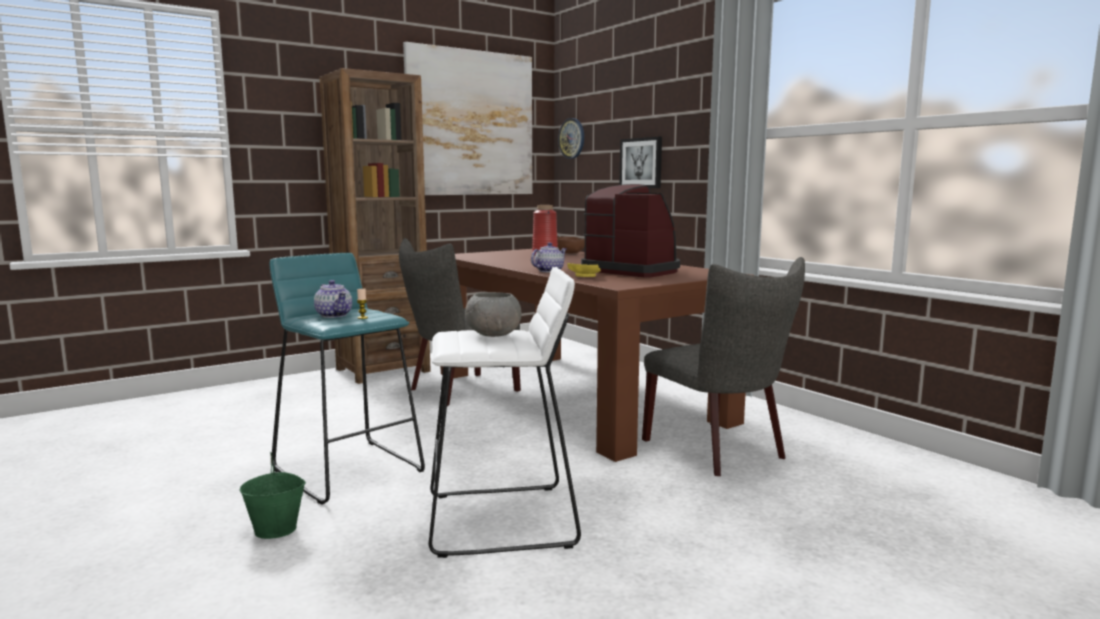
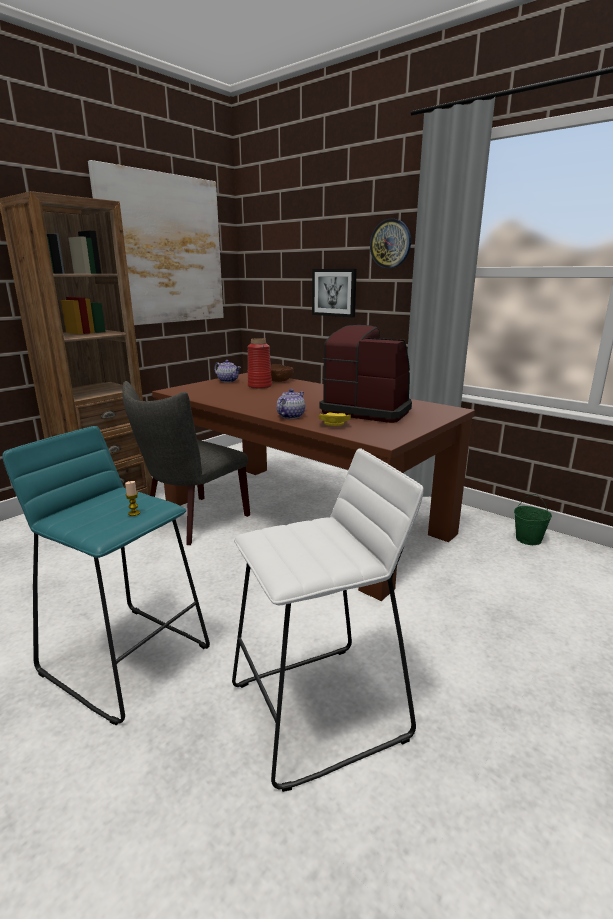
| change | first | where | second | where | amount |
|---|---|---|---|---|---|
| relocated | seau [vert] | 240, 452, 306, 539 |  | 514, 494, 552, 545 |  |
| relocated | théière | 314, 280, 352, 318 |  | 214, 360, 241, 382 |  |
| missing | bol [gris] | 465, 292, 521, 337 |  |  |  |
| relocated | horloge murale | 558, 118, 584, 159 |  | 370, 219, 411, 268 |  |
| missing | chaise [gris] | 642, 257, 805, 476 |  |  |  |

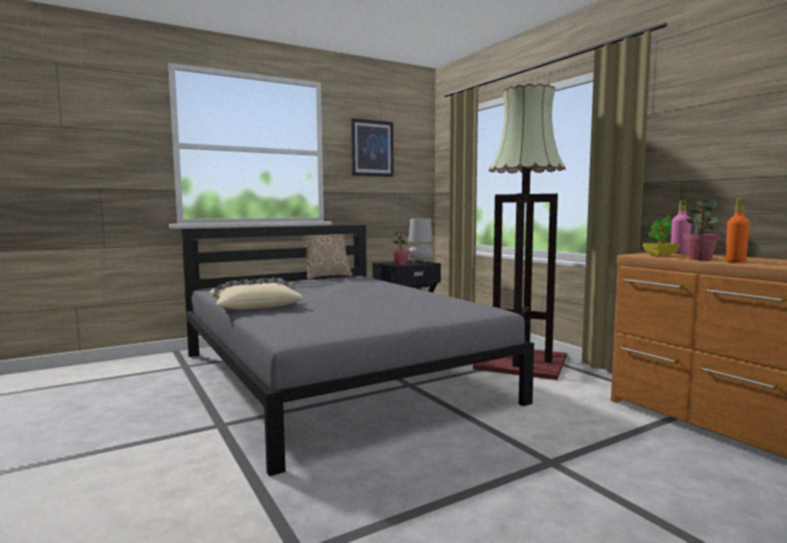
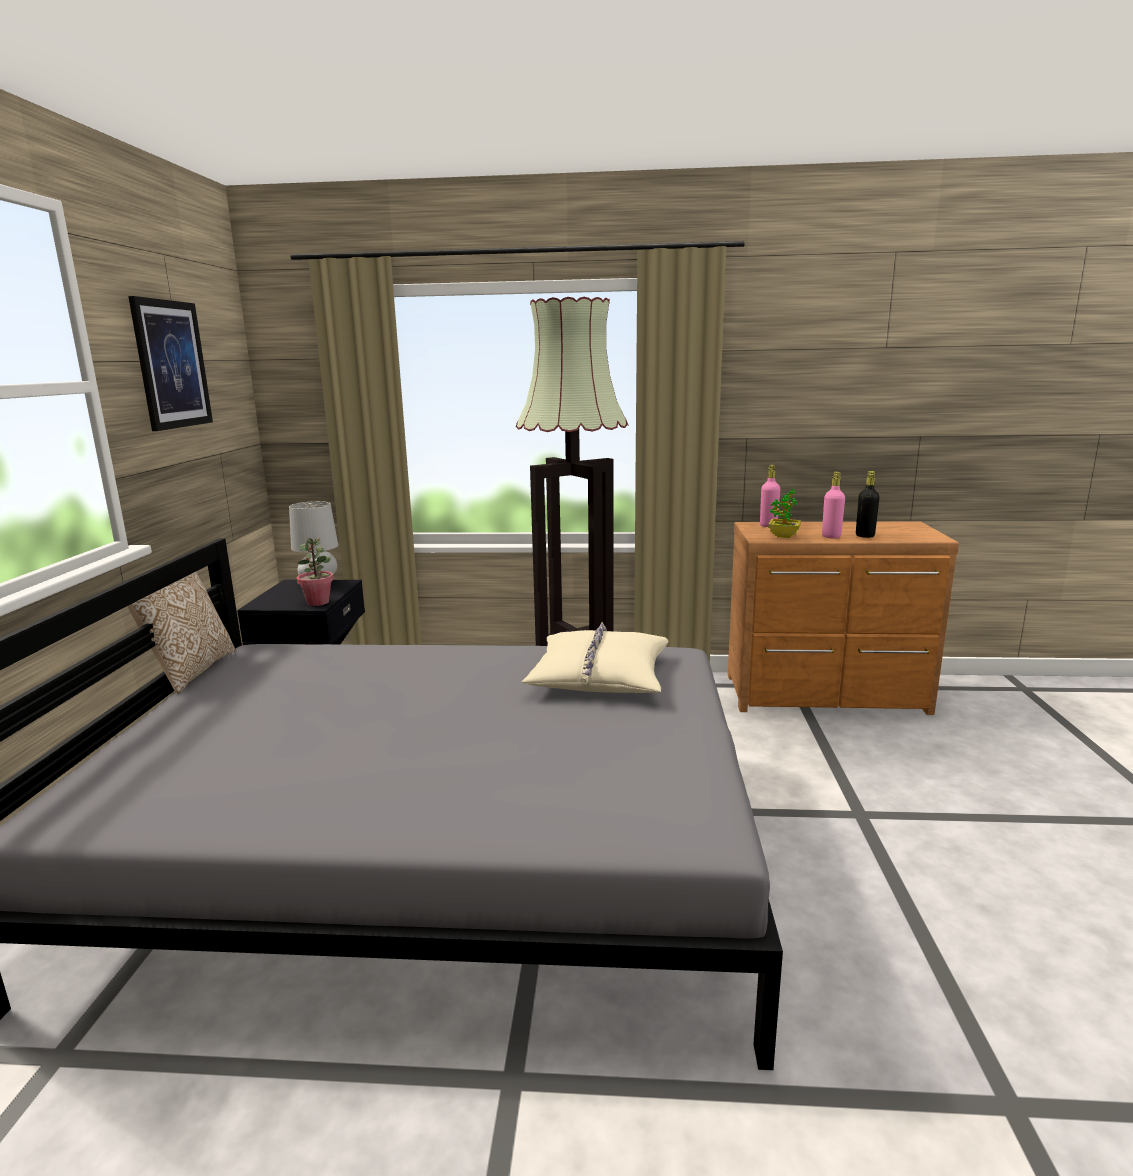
| change | first | where | second | where | amount |
|---|---|---|---|---|---|
| relocated | coussin [beige] | 210, 278, 303, 310 |  | 521, 622, 668, 693 |  |
| exchanged | plante en pot | 684, 199, 720, 260 | bouteille [rose] | 822, 472, 845, 538 |  |
| colour | bouteille [orange] | 725, 198, 750, 263 | bouteille [noir] | 856, 471, 880, 538 |  |

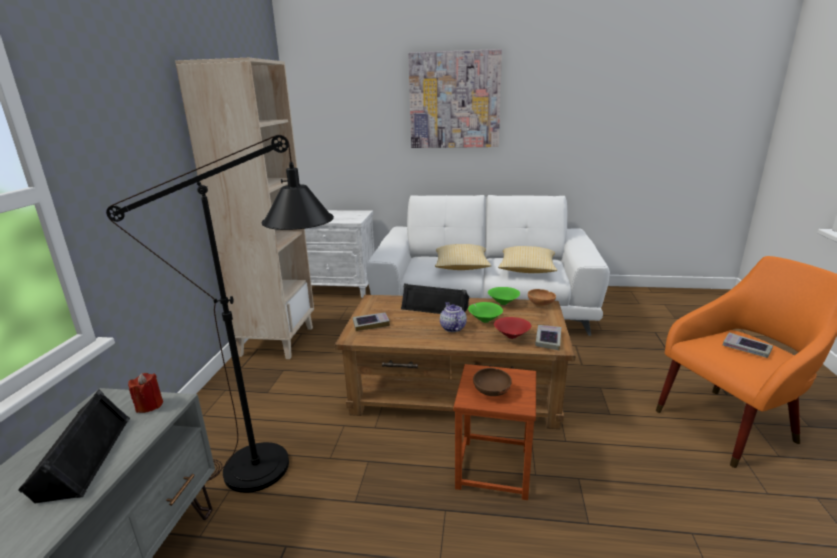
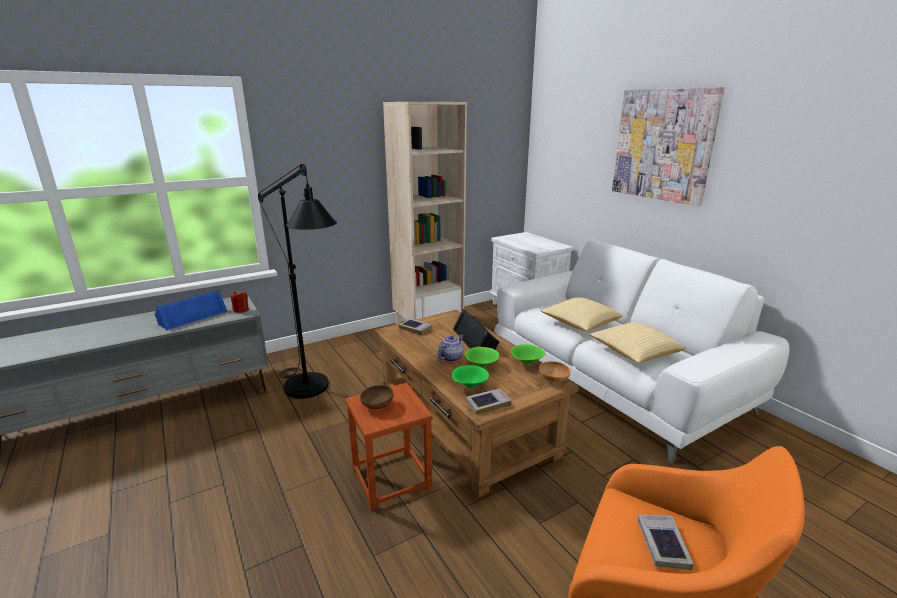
| change | first | where | second | where | amount |
|---|---|---|---|---|---|
| colour | enceinte [noir] | 18, 390, 130, 504 | enceinte [bleu] | 154, 290, 228, 330 |  |
| colour | bol [rouge] | 494, 317, 532, 339 | bol [vert] | 452, 365, 489, 388 |  |

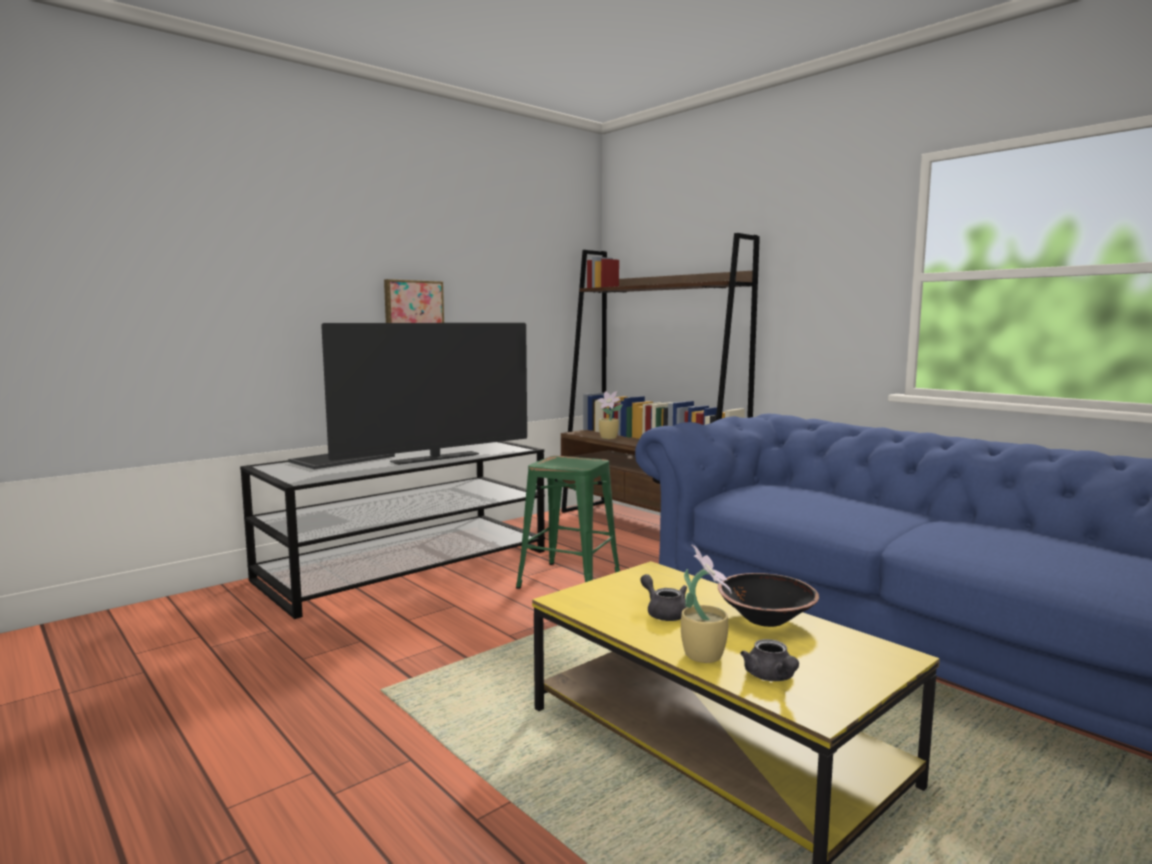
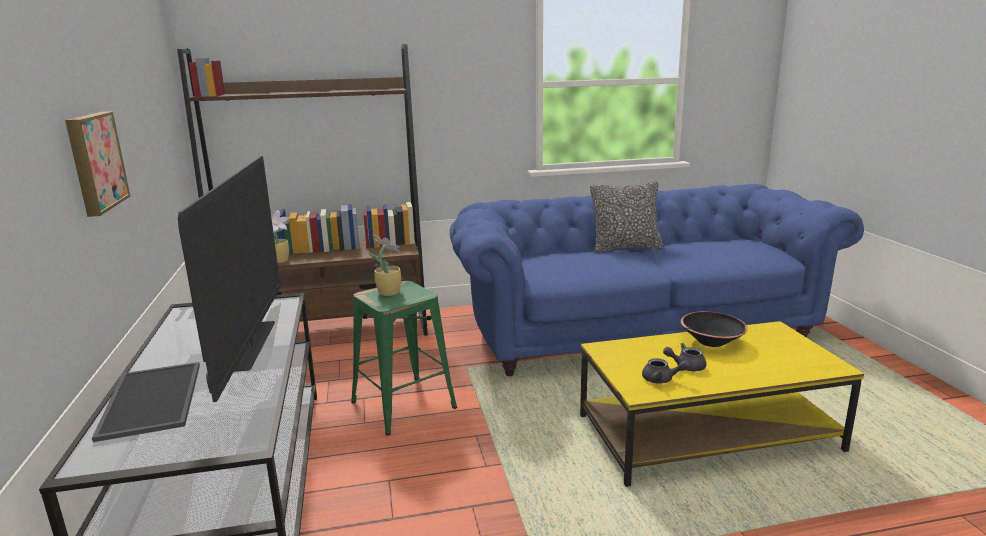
| change | first | where | second | where | amount |
|---|---|---|---|---|---|
| relocated | plante en pot | 681, 545, 732, 663 |  | 368, 234, 401, 296 |  |
| relocated | théière [gris] | 740, 639, 799, 681 |  | 642, 358, 690, 384 |  |
| appeared |  |  | coussin | 590, 181, 663, 253 |  |

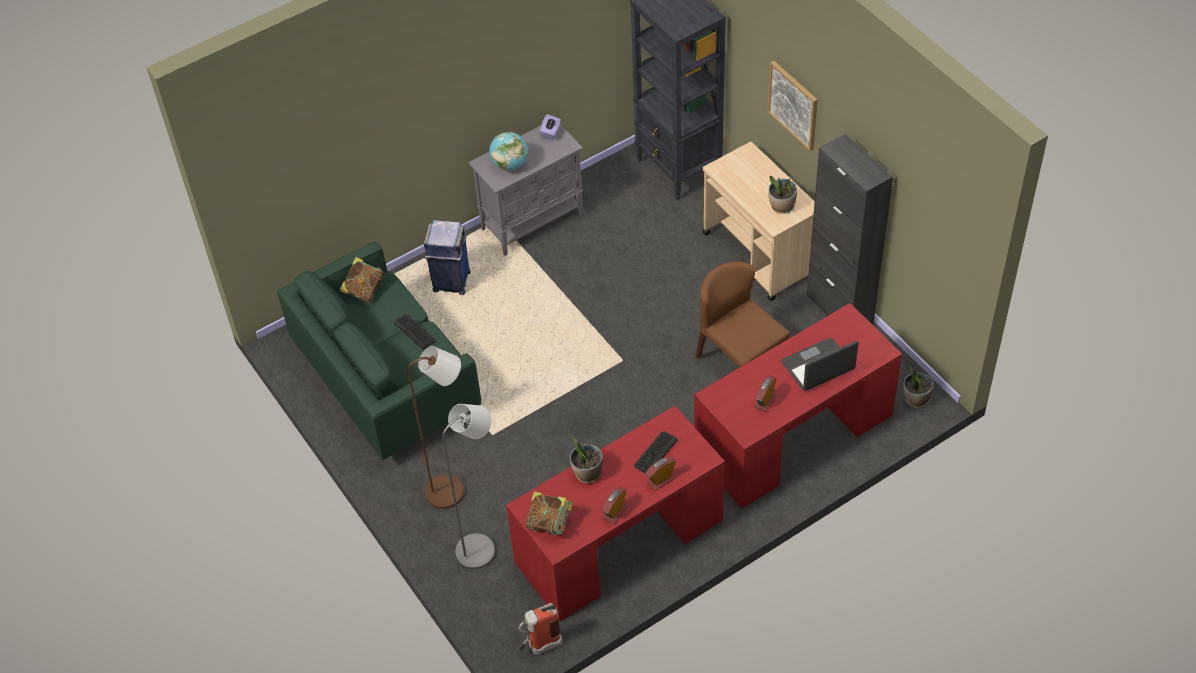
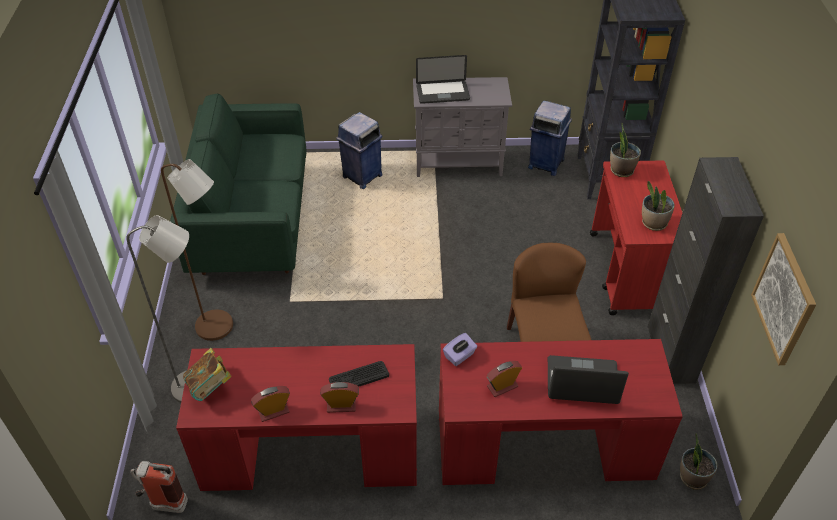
| change | first | where | second | where | amount |
|---|---|---|---|---|---|
| missing | livre | 340, 257, 384, 303 |  |  |  |
| missing | clavier | 394, 314, 435, 350 |  |  |  |
| exchanged | globe | 489, 132, 528, 171 | ordinateur portable | 416, 55, 470, 104 |  |
| relocated | boîte à mouchoirs [violet] | 540, 114, 561, 140 |  | 443, 333, 477, 366 |  |
| relocated | plante en pot | 570, 435, 603, 483 |  | 610, 124, 641, 177 |  |
| colour | chariot [beige] | 702, 142, 815, 301 | chariot [rouge] | 590, 160, 682, 315 |  |
| relocated | tableau | 768, 60, 818, 151 |  | 751, 233, 816, 365 |  |
| appeared |  |  | poubelle [bleu] | 528, 101, 572, 176 |  |

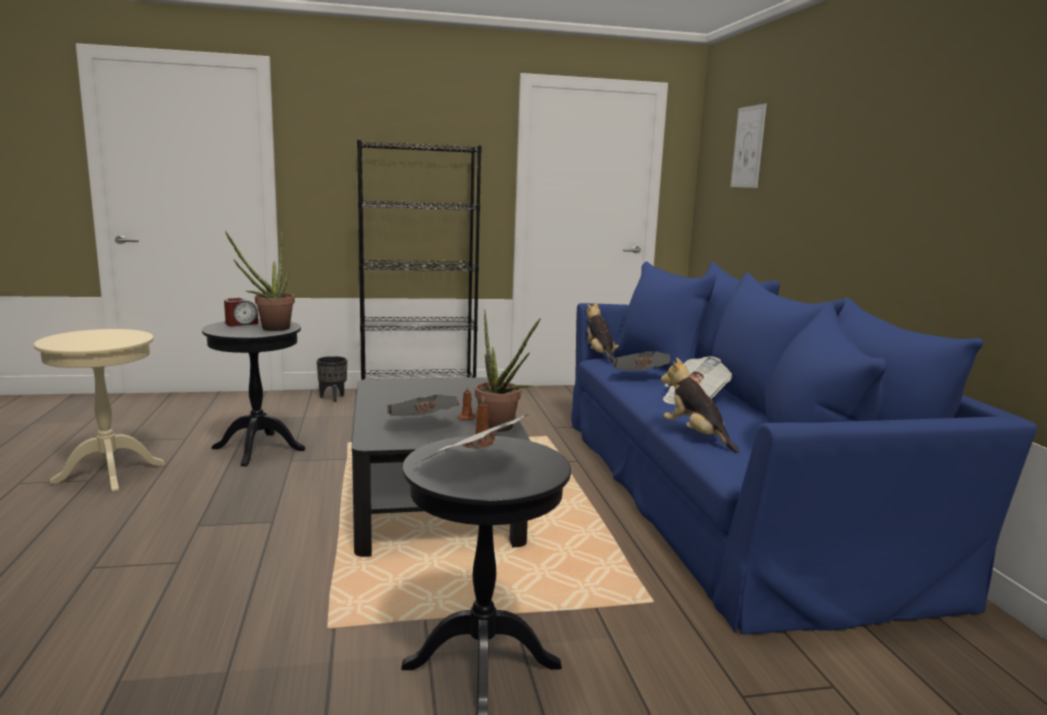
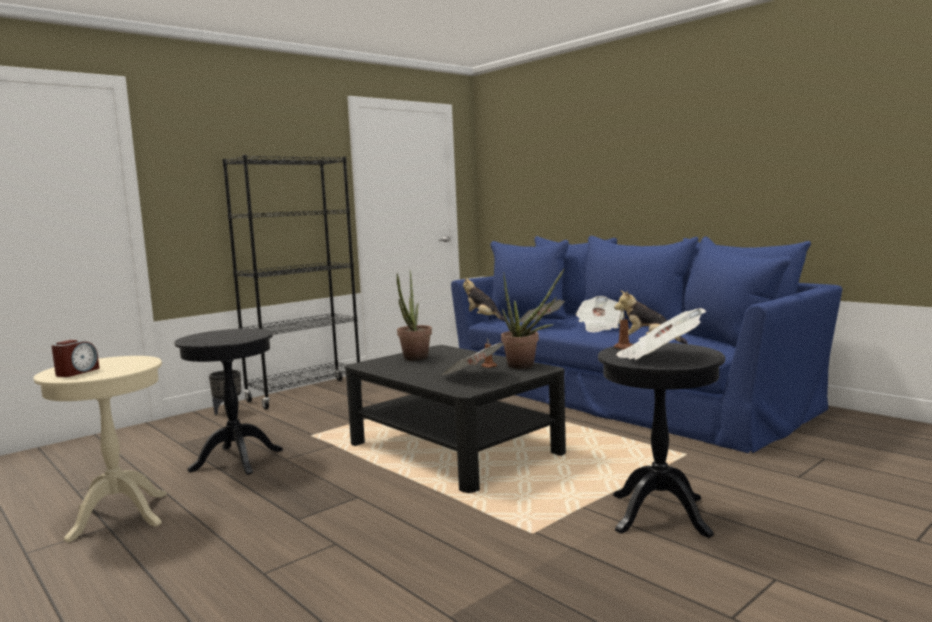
| change | first | where | second | where | amount |
|---|---|---|---|---|---|
| relocated | réveil | 224, 298, 258, 326 |  | 51, 340, 100, 377 |  |
| relocated | plante en pot | 225, 231, 295, 331 |  | 397, 270, 432, 361 |  |
| missing | tableau | 731, 104, 767, 188 |  |  |  |

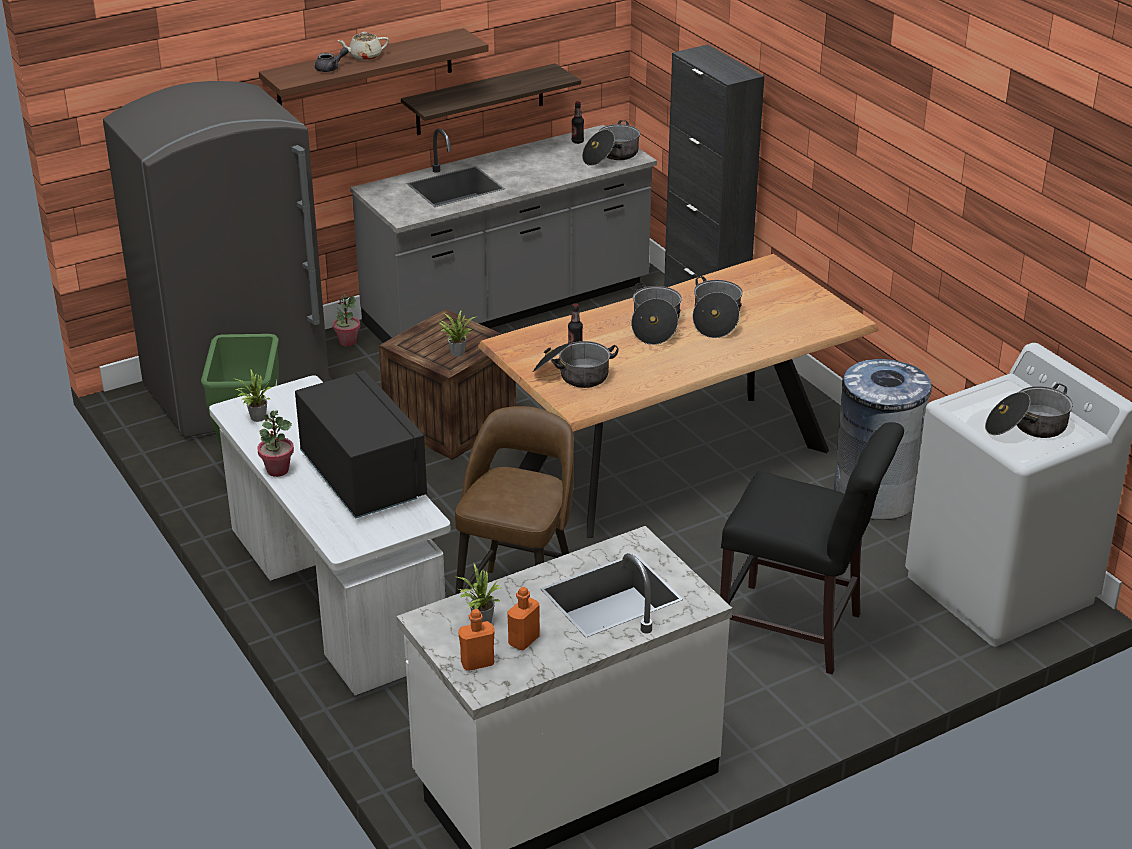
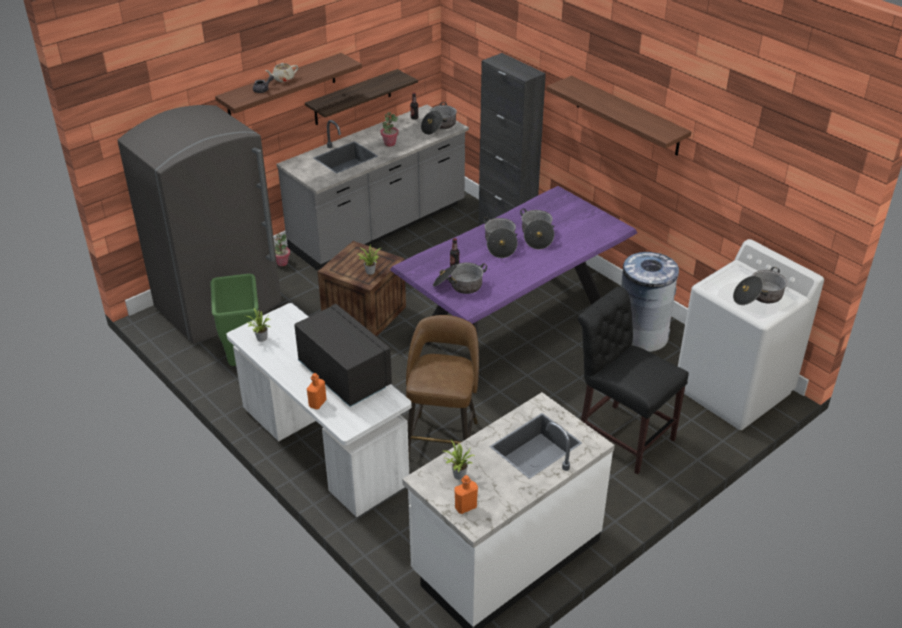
| change | first | where | second | where | amount |
|---|---|---|---|---|---|
| relocated | plante en pot | 257, 410, 294, 477 |  | 381, 112, 399, 147 |  |
| colour | table à manger [marron] | 477, 254, 879, 538 | table à manger [violet] | 390, 186, 637, 345 |  |
| relocated | bouteille [orange] | 507, 587, 540, 650 |  | 307, 373, 327, 409 |  |
| spun | chaise [noir] | 720, 422, 904, 674 |  | 578, 286, 689, 474 | 150 degrees counterclockwise |
| appeared |  |  | étagère | 546, 76, 691, 156 |  |

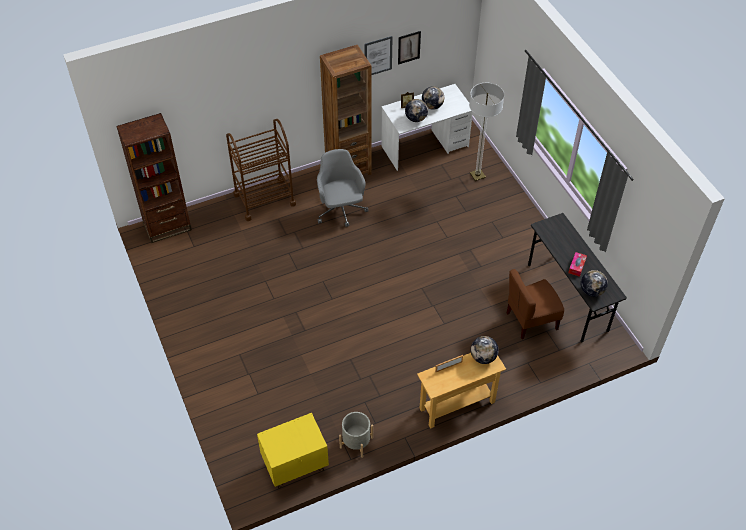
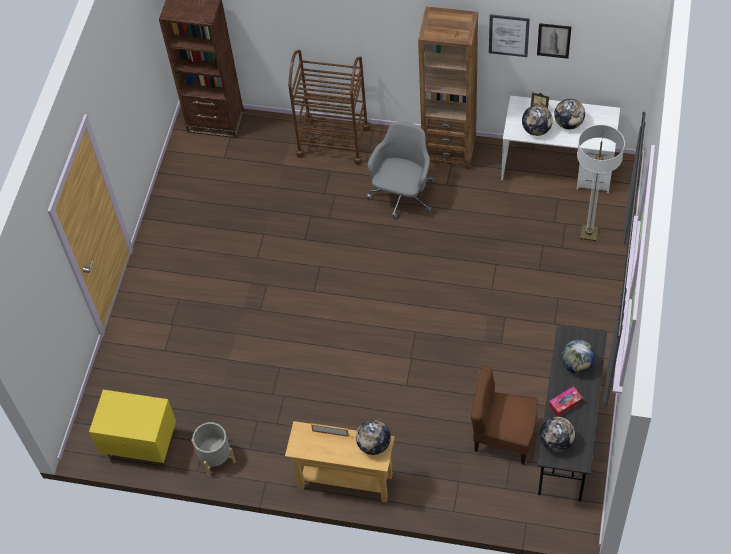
| change | first | where | second | where | amount |
|---|---|---|---|---|---|
| appeared |  |  | globe | 561, 340, 596, 374 |  |

